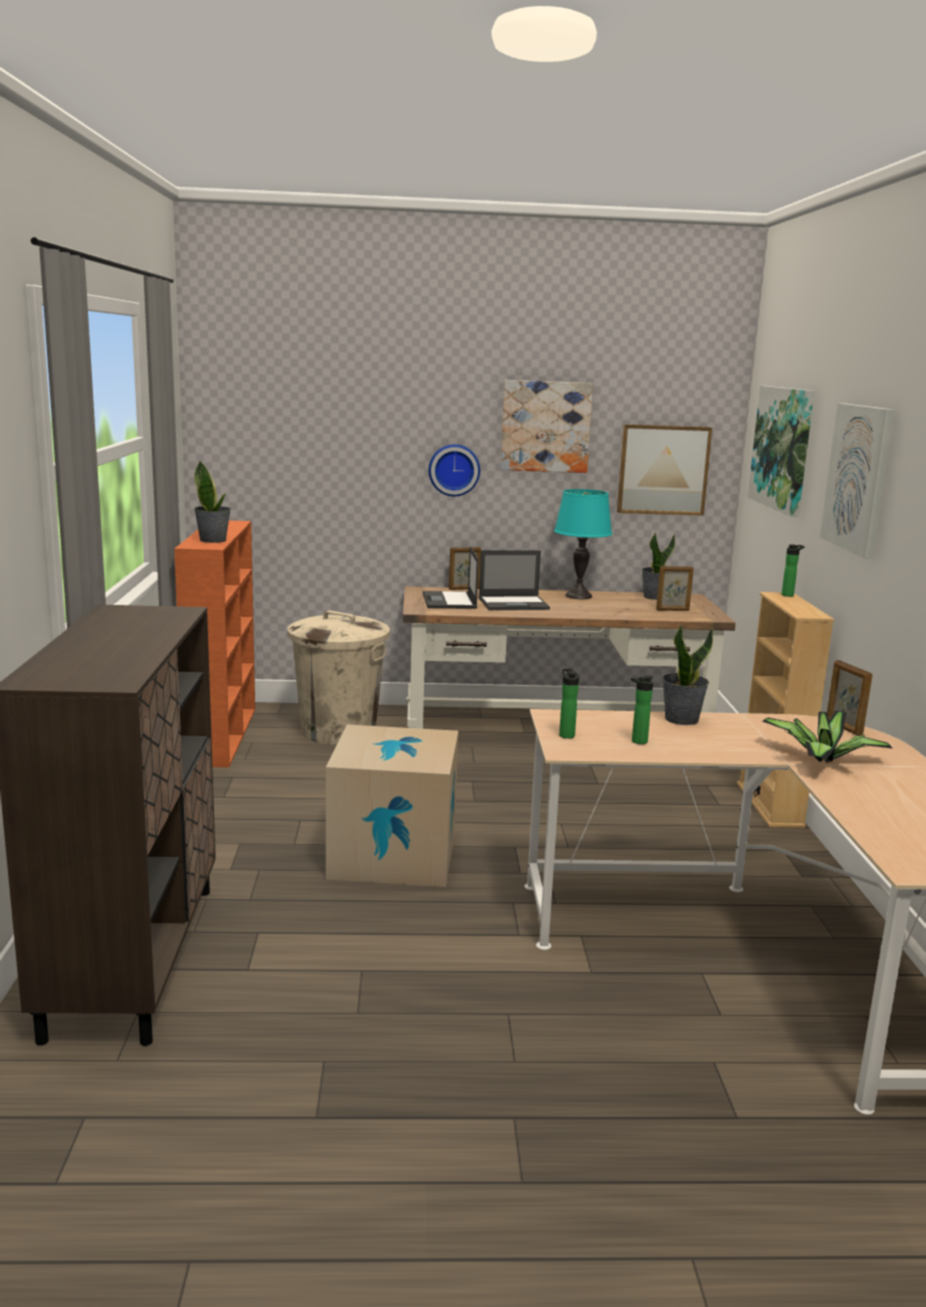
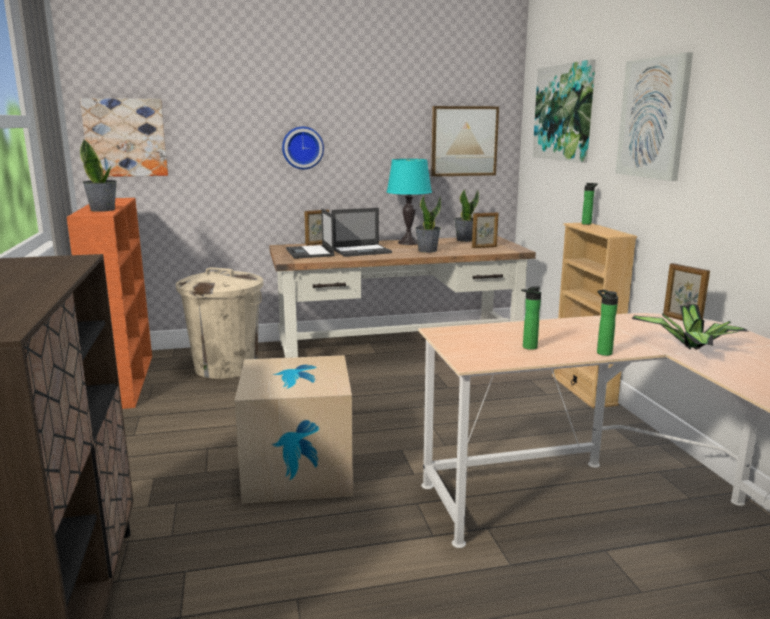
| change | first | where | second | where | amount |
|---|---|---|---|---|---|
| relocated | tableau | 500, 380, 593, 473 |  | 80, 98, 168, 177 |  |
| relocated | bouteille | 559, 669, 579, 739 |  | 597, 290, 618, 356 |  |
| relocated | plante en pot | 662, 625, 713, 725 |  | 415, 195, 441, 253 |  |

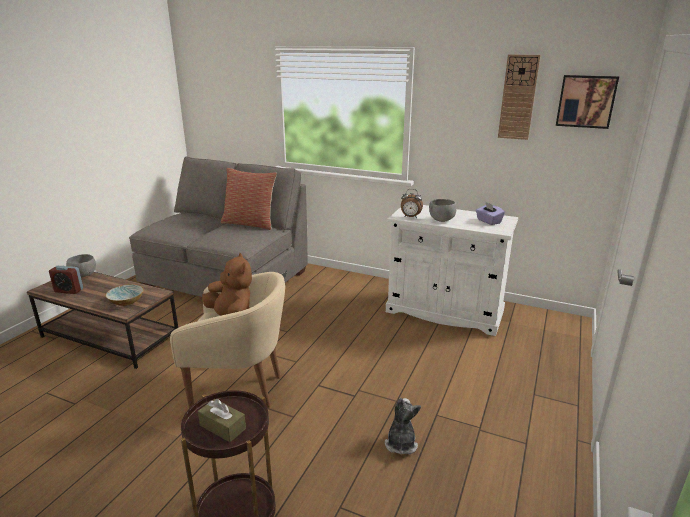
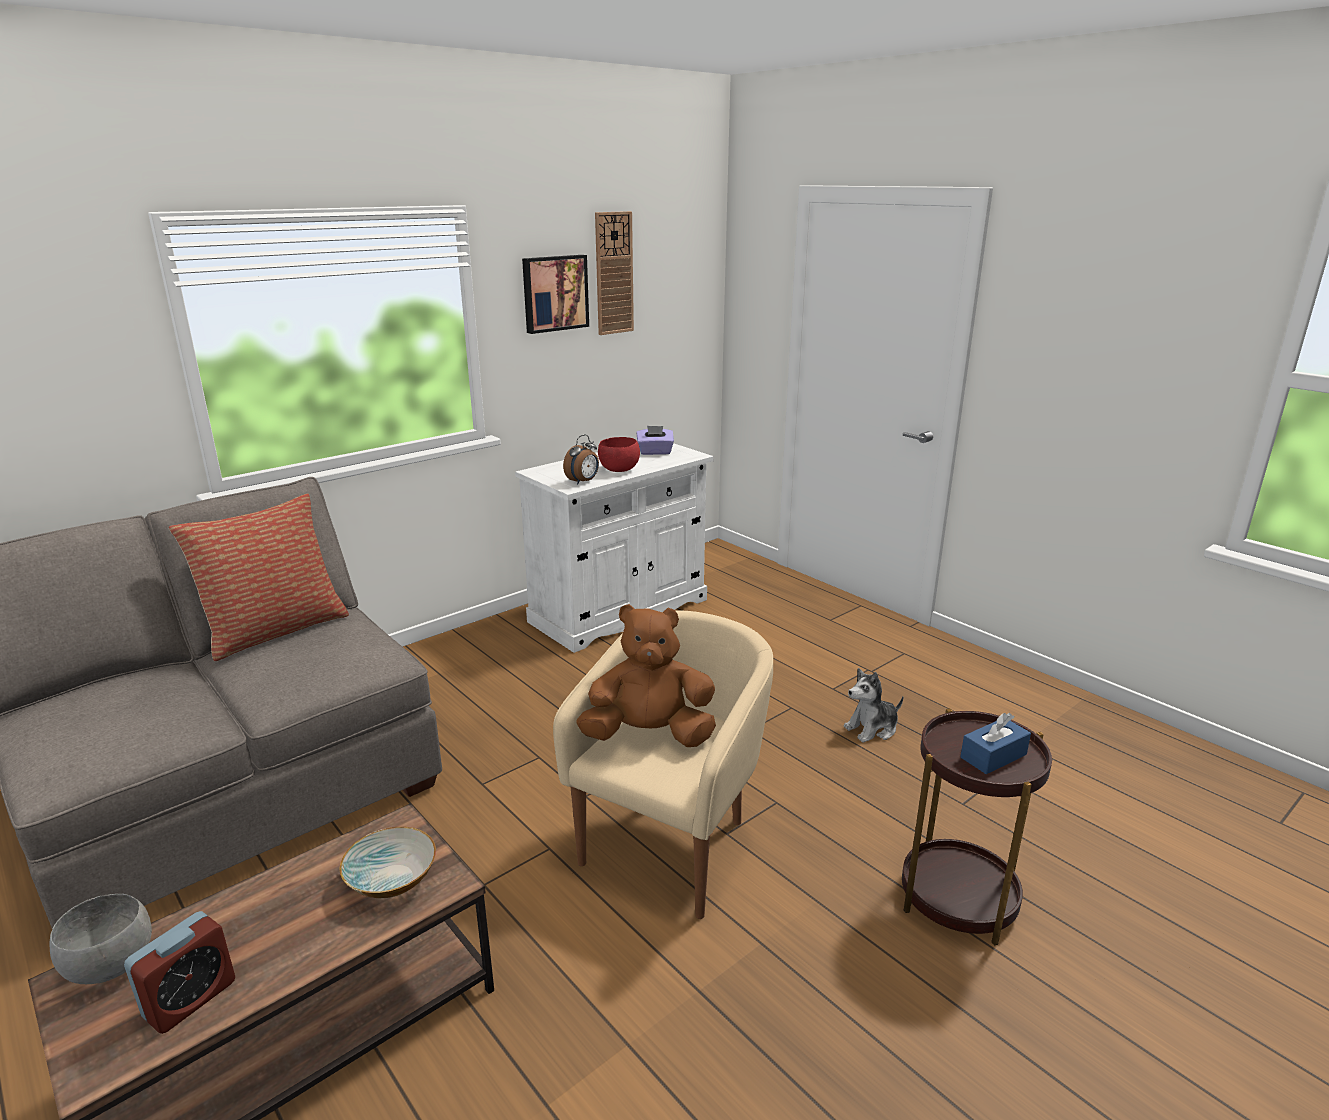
| change | first | where | second | where | amount |
|---|---|---|---|---|---|
| colour | boîte à mouchoirs [marron] | 198, 399, 246, 442 | boîte à mouchoirs [bleu] | 960, 713, 1031, 774 |  |
| spun | peluche | 385, 398, 421, 455 |  | 844, 668, 904, 743 | 60 degrees counterclockwise |
| colour | bol [gris] | 429, 199, 457, 222 | bol [rouge] | 598, 437, 640, 472 |  |
| relocated | tableau | 556, 75, 619, 129 |  | 522, 255, 589, 334 |  |

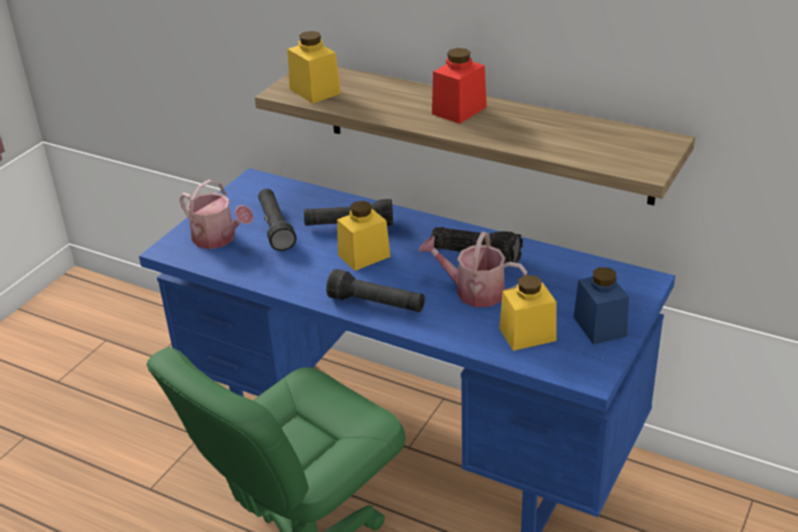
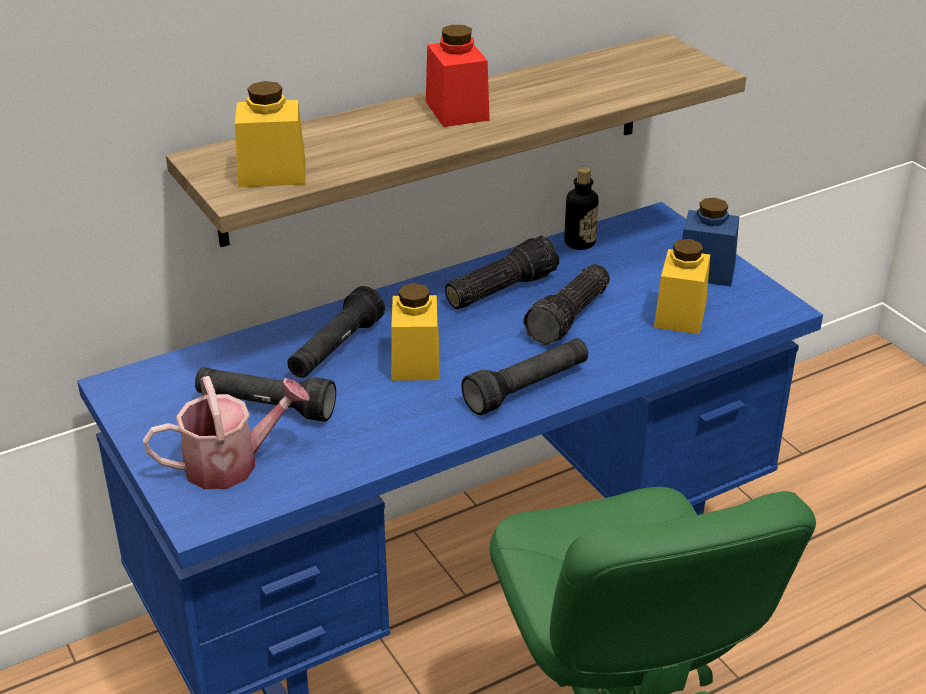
| change | first | where | second | where | amount |
|---|---|---|---|---|---|
| exchanged | arrosoir | 419, 231, 527, 307 | lampe de poche | 523, 264, 610, 345 |  |
| appeared |  |  | bouteille | 564, 167, 599, 250 |  |

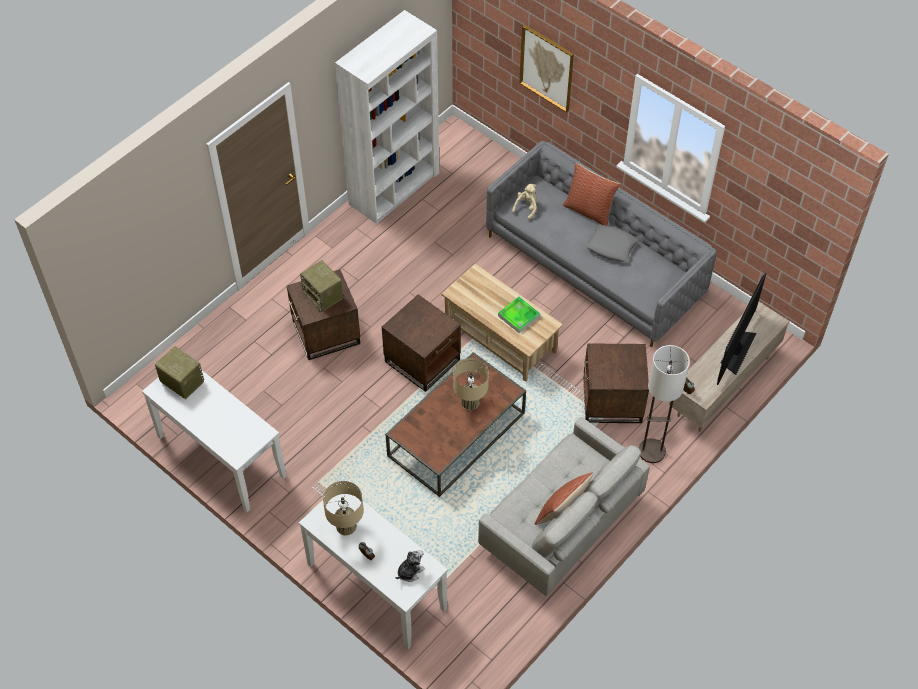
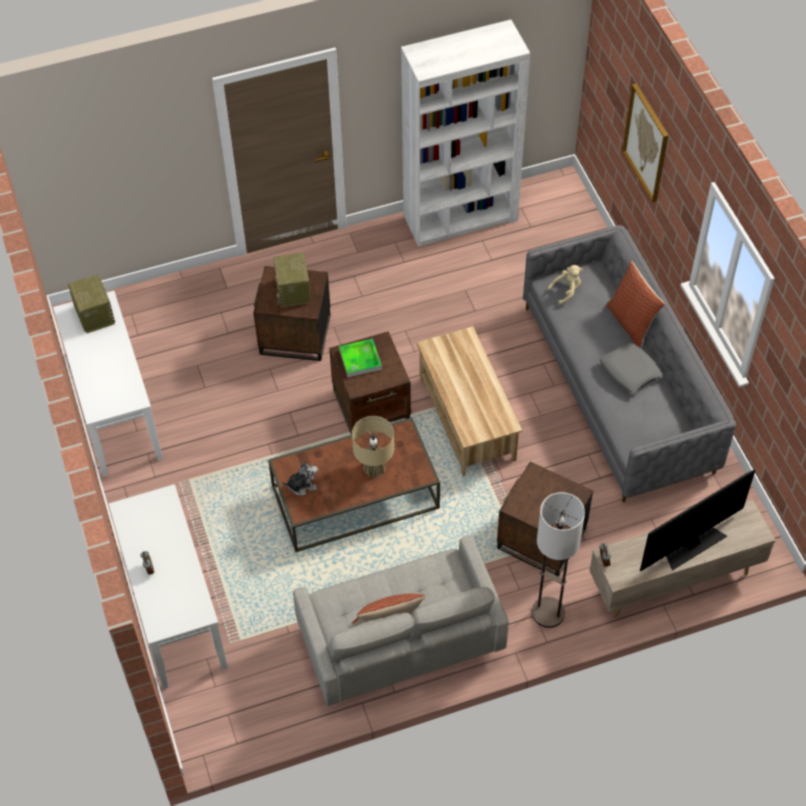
| change | first | where | second | where | amount |
|---|---|---|---|---|---|
| missing | lampe de table [beige] | 323, 481, 364, 535 |  |  |  |
| relocated | peluche | 395, 550, 425, 582 |  | 282, 462, 318, 495 |  |
| relocated | plateau | 498, 296, 540, 333 |  | 339, 339, 382, 377 |  |

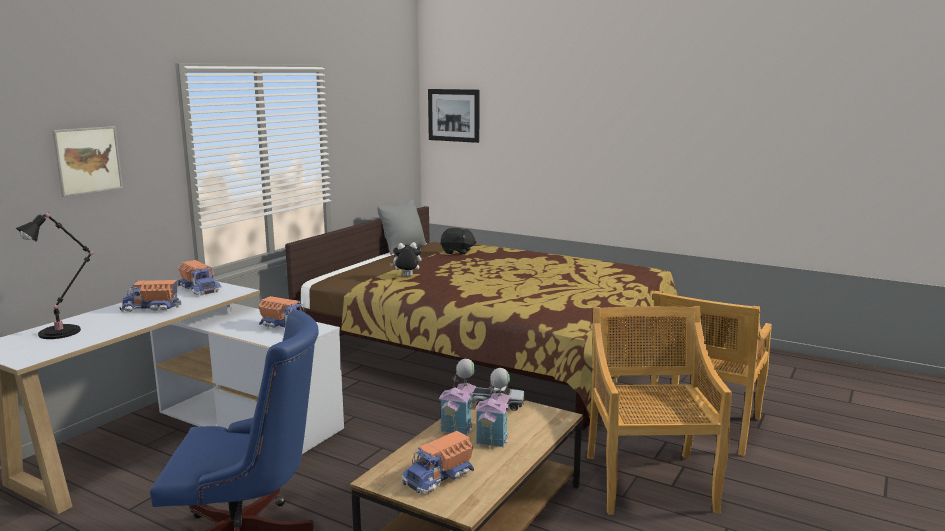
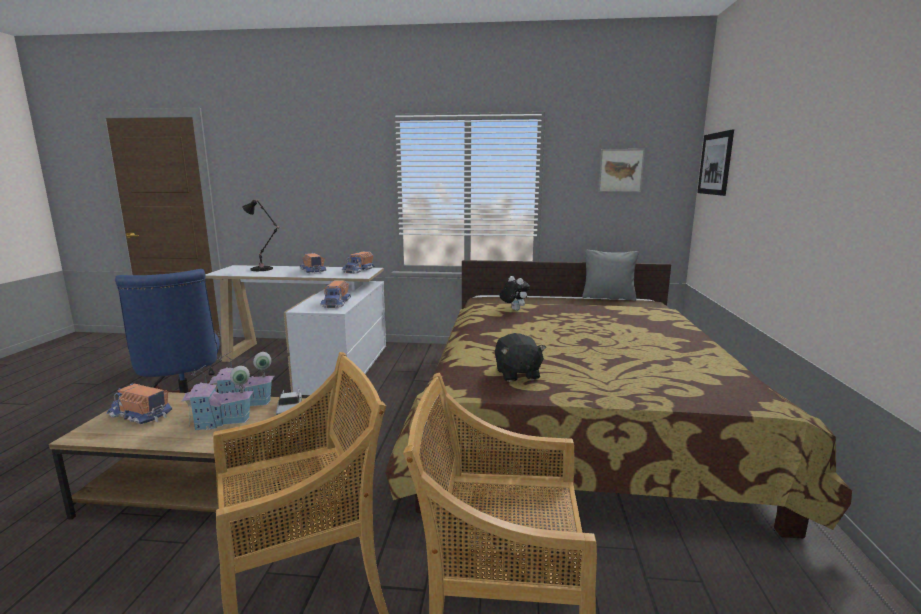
| change | first | where | second | where | amount |
|---|---|---|---|---|---|
| relocated | tableau | 52, 126, 123, 197 |  | 598, 149, 645, 192 |  |
| relocated | peluche [noir] | 441, 228, 477, 255 |  | 495, 333, 546, 382 |  |

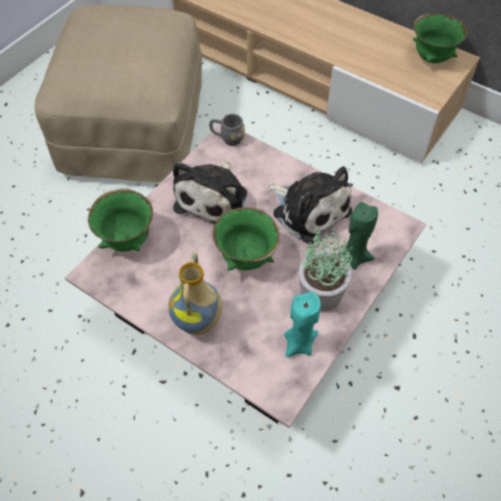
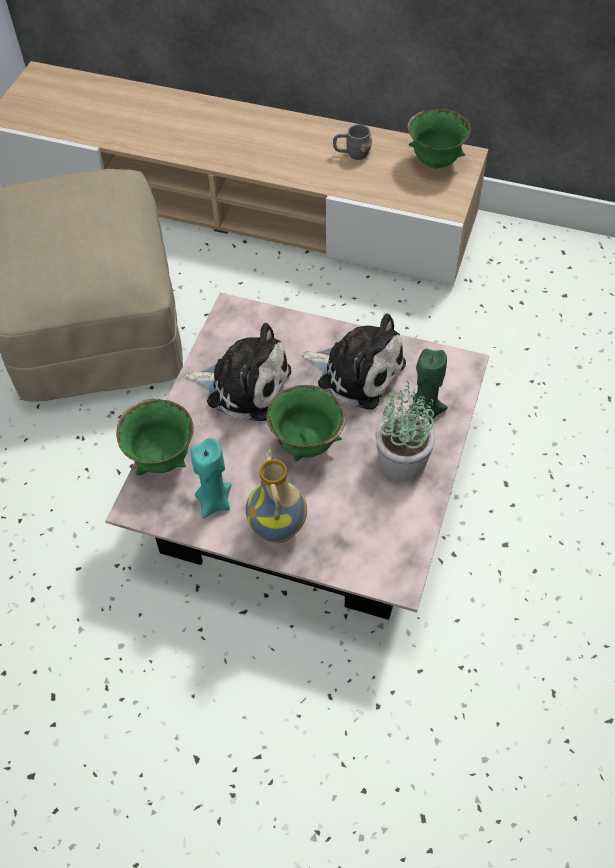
| change | first | where | second | where | amount |
|---|---|---|---|---|---|
| spun | peluche | 173, 161, 247, 224 |  | 186, 323, 291, 421 | 75 degrees counterclockwise |
| relocated | mug [gris] | 209, 114, 245, 146 |  | 333, 124, 372, 160 |  |
| relocated | bougie [turquoise] | 284, 292, 321, 357 |  | 191, 438, 231, 519 |  |

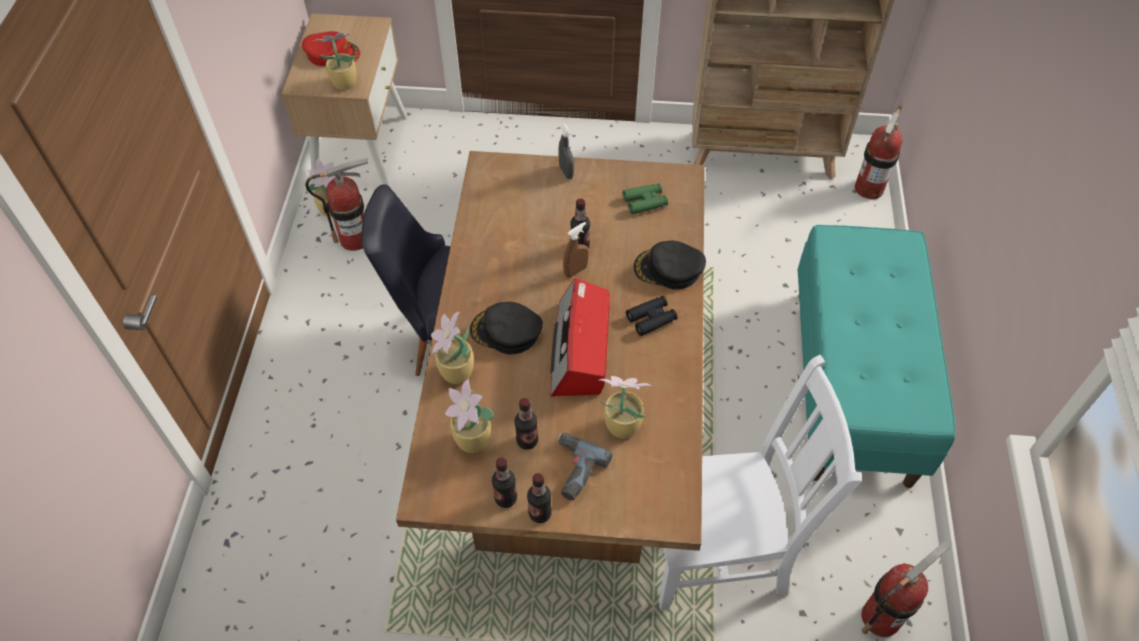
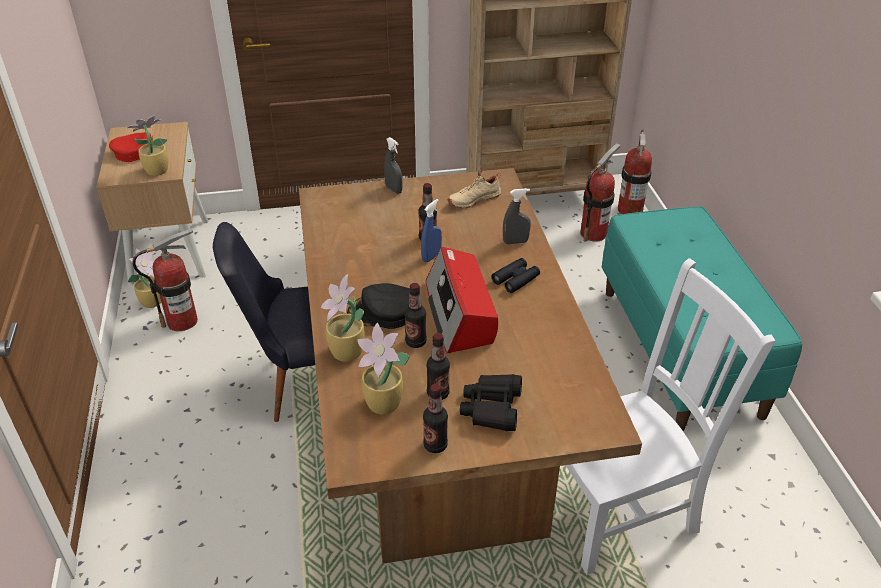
| change | first | where | second | where | amount |
|---|---|---|---|---|---|
| relocated | bouteille | 527, 473, 552, 523 |  | 404, 283, 427, 348 |  |
| exchanged | perceuse | 557, 433, 612, 500 | jumelles [noir] | 460, 374, 522, 431 |  |
| colour | vaporisateur [marron] | 563, 222, 588, 278 | vaporisateur [bleu] | 421, 199, 442, 262 |  |
| missing | plante en pot | 598, 376, 651, 439 |  |  |  |
| exchanged | jumelles [vert] | 623, 183, 668, 215 | chaussure [beige] | 448, 170, 501, 209 |  |
| exchanged | casquette [noir] | 634, 241, 706, 290 | vaporisateur [gris] | 503, 188, 531, 244 |  |
| relocated | extincteur | 861, 540, 952, 637 |  | 580, 143, 621, 242 |  |

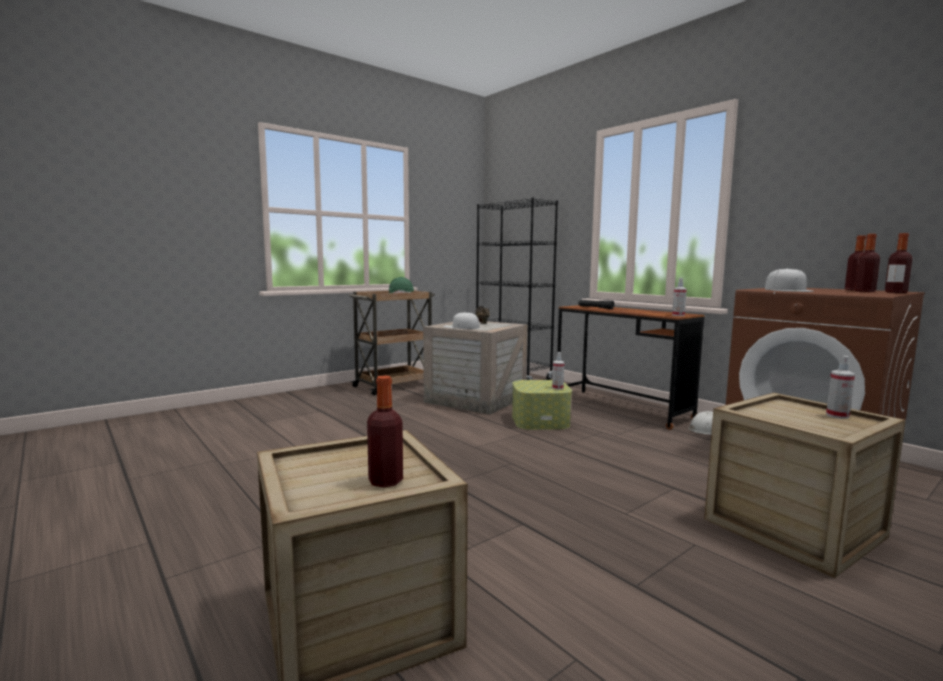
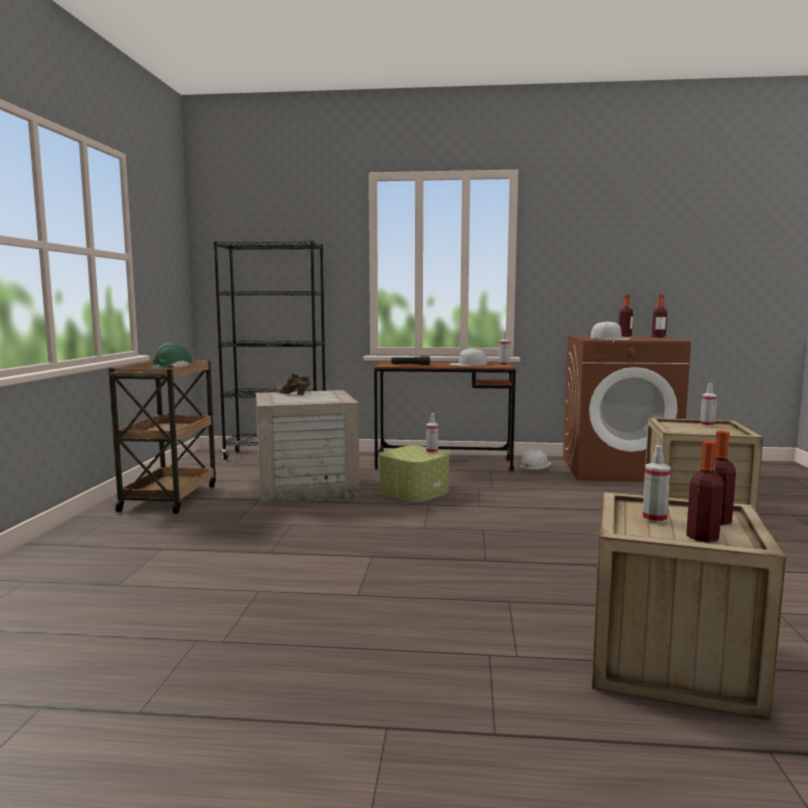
| change | first | where | second | where | amount |
|---|---|---|---|---|---|
| relocated | casquette [blanc] | 444, 312, 480, 329 |  | 450, 348, 487, 366 |  |
| relocated | bouteille | 854, 234, 880, 292 |  | 686, 440, 724, 542 |  |
| appeared |  |  | vaporisateur | 642, 445, 671, 524 |  |

